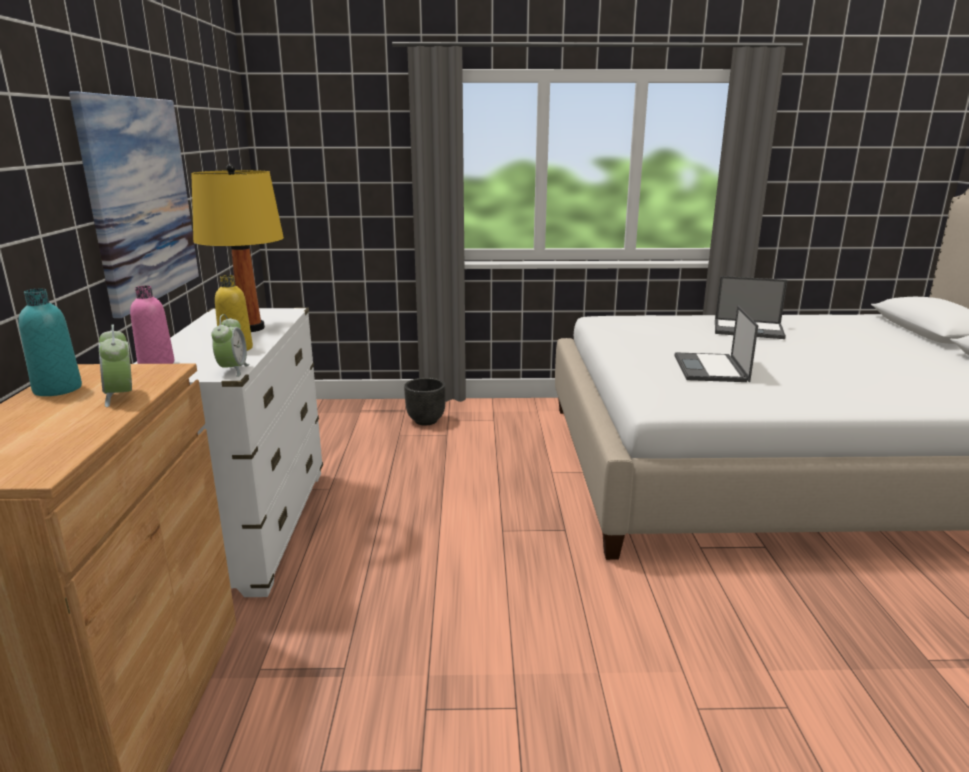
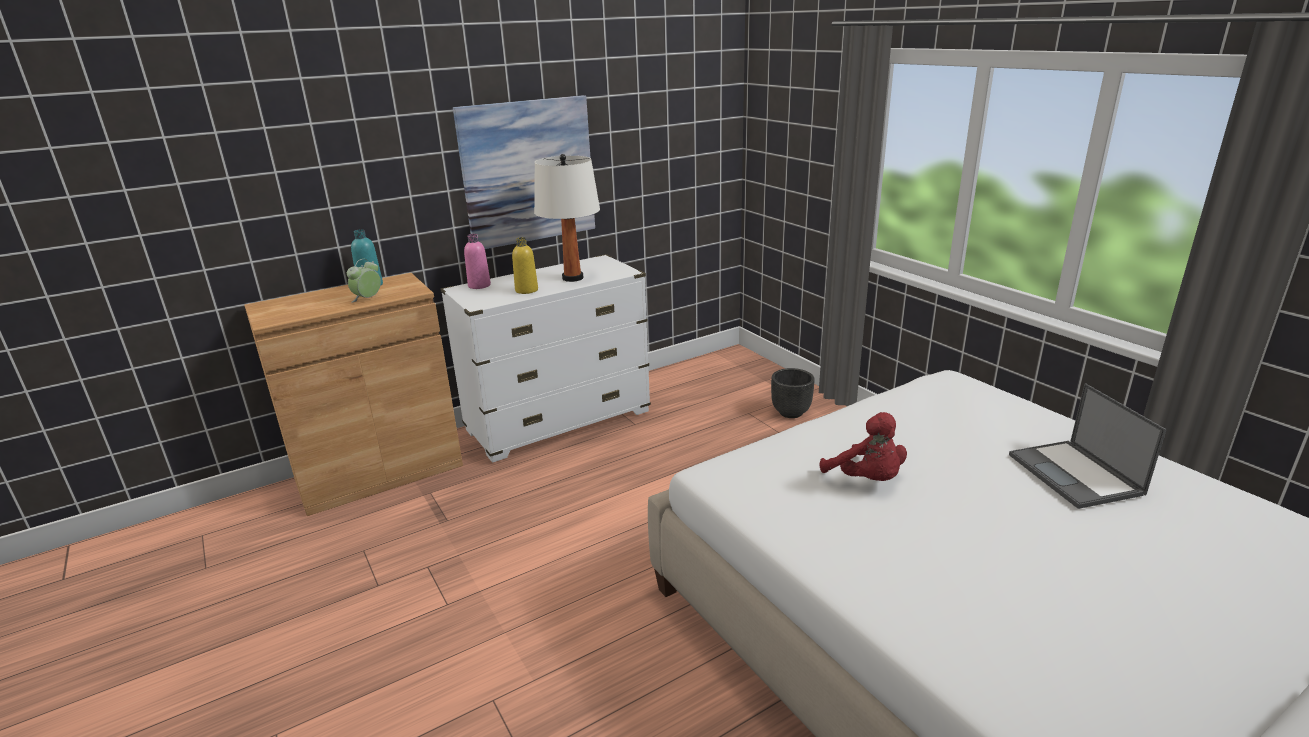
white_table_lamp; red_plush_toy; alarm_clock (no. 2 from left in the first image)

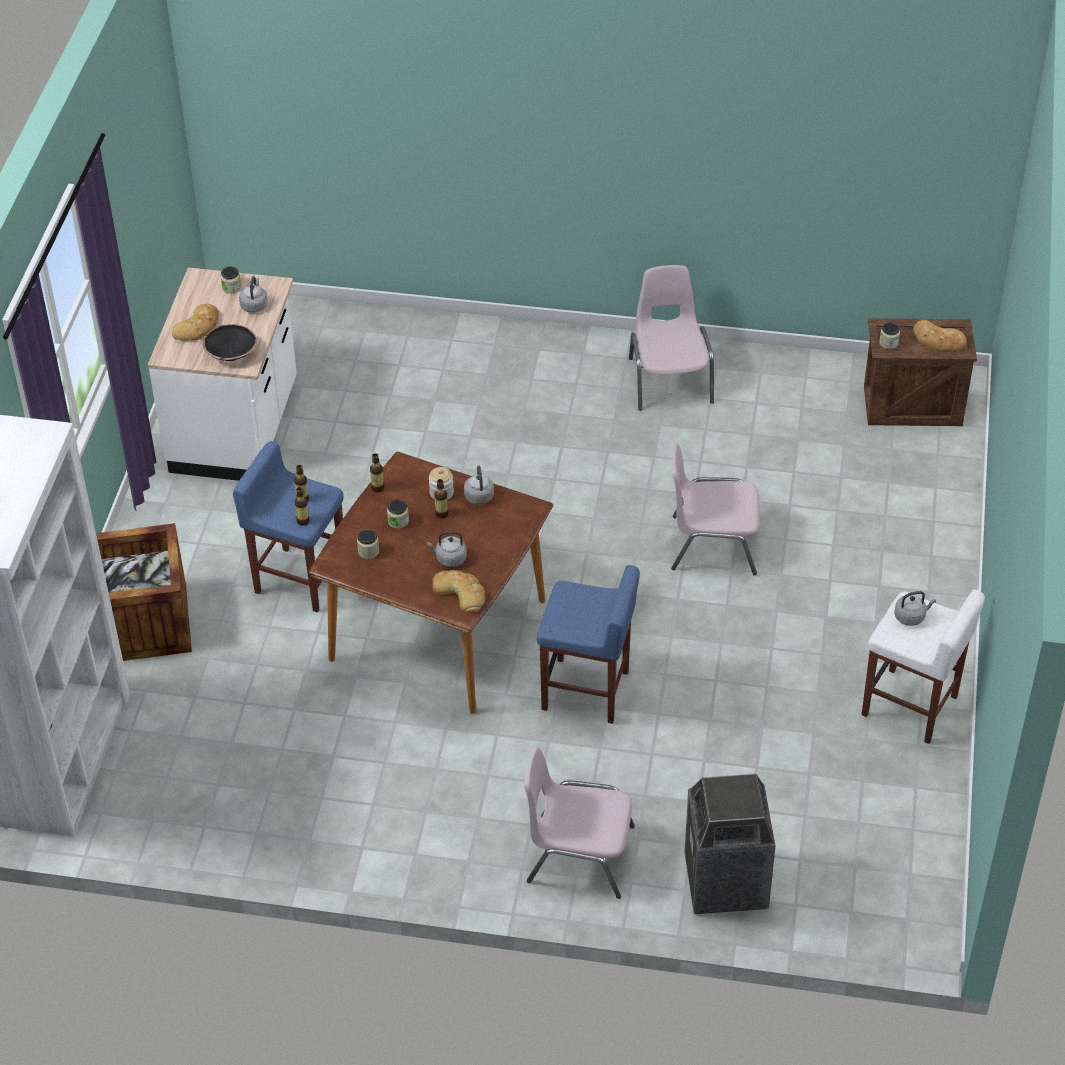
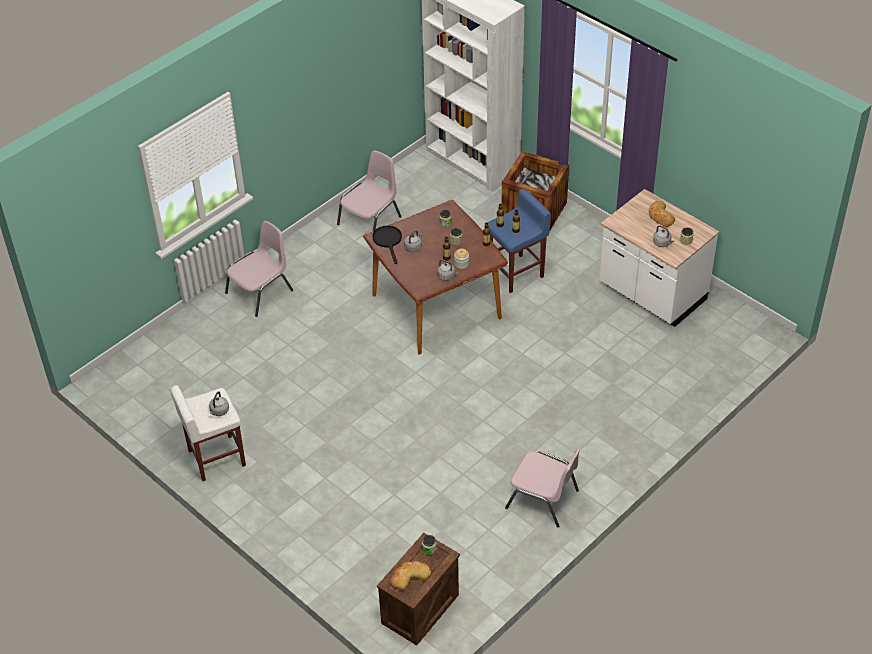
black_bowl; pink_chair (no. 2 from left); blue_stool (no. 2 from left in the first image); black_frying_pan; trash_can

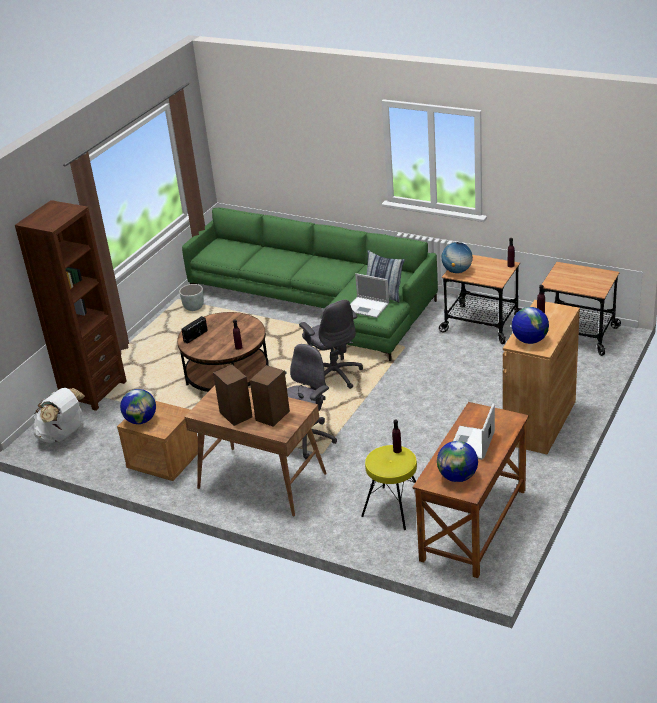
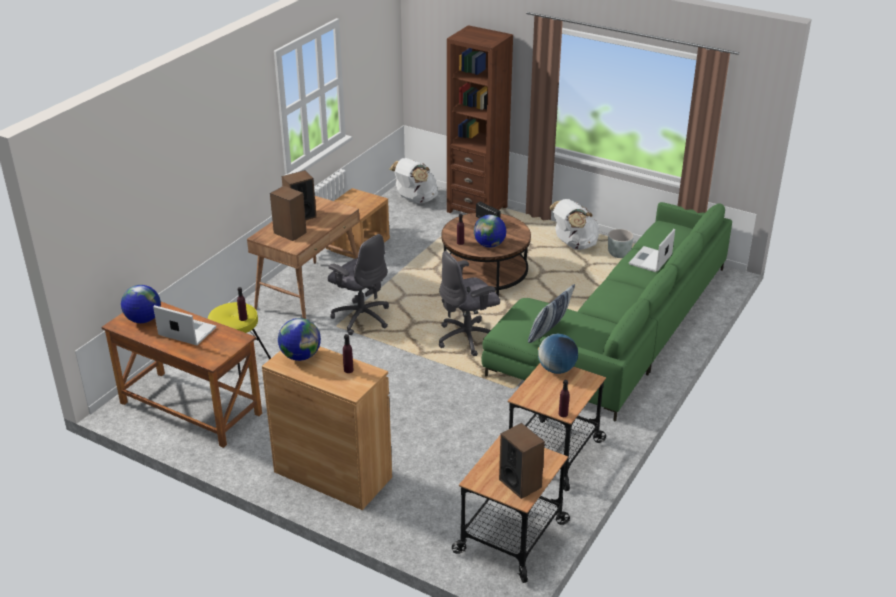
laptop (no. 2 from left); globe (no. 3 from left); white_backpack (no. 2 from left); speaker (no. 3 from left)

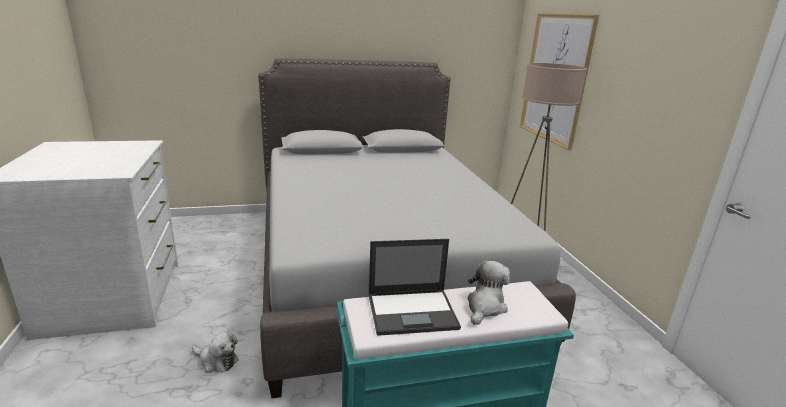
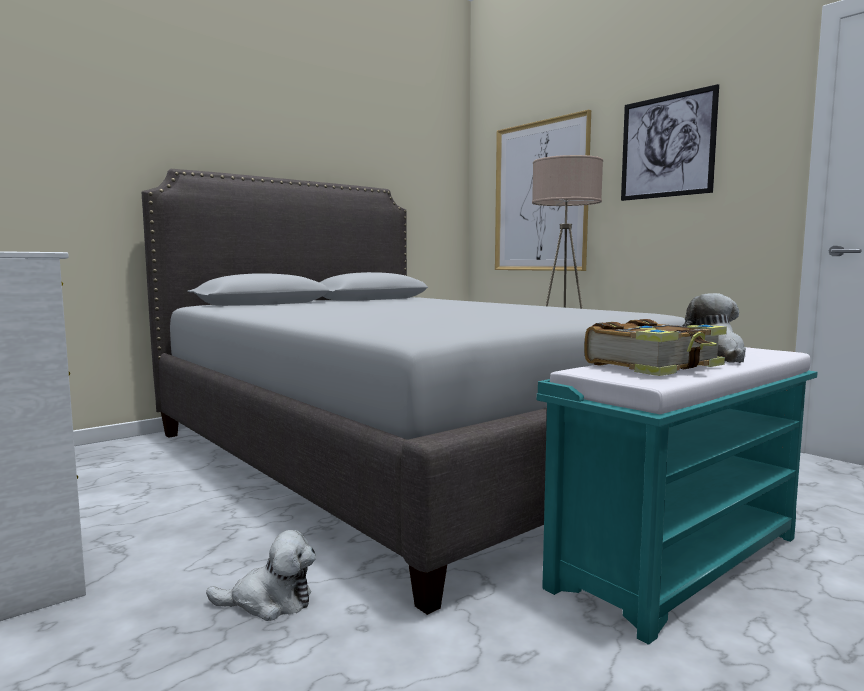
book; picture (no. 2 from left)

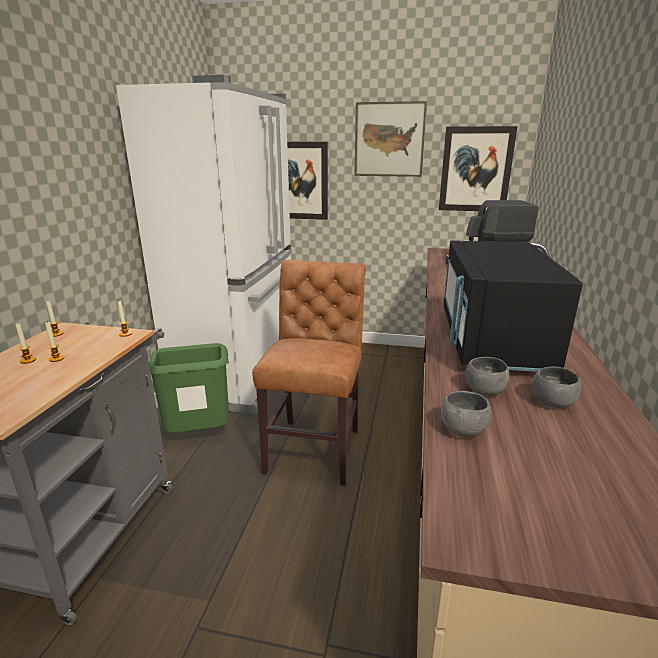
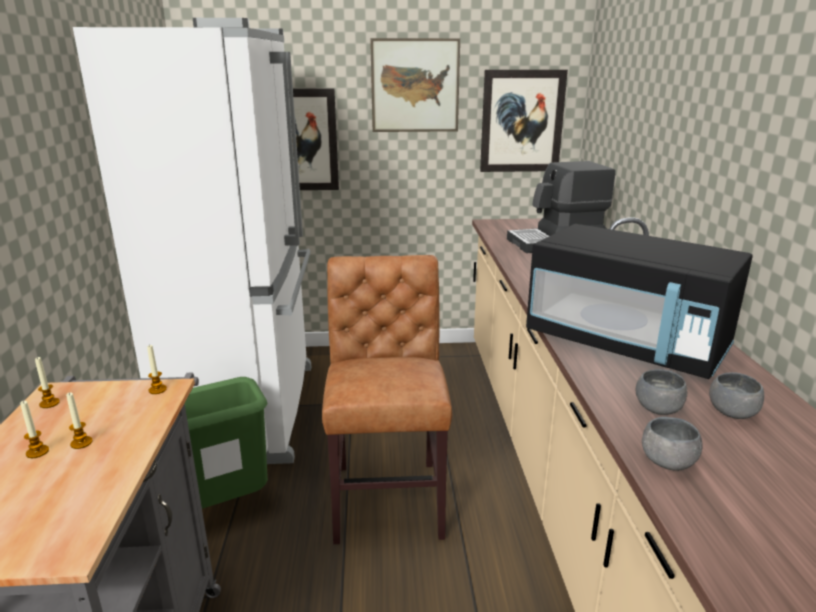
black_microwave

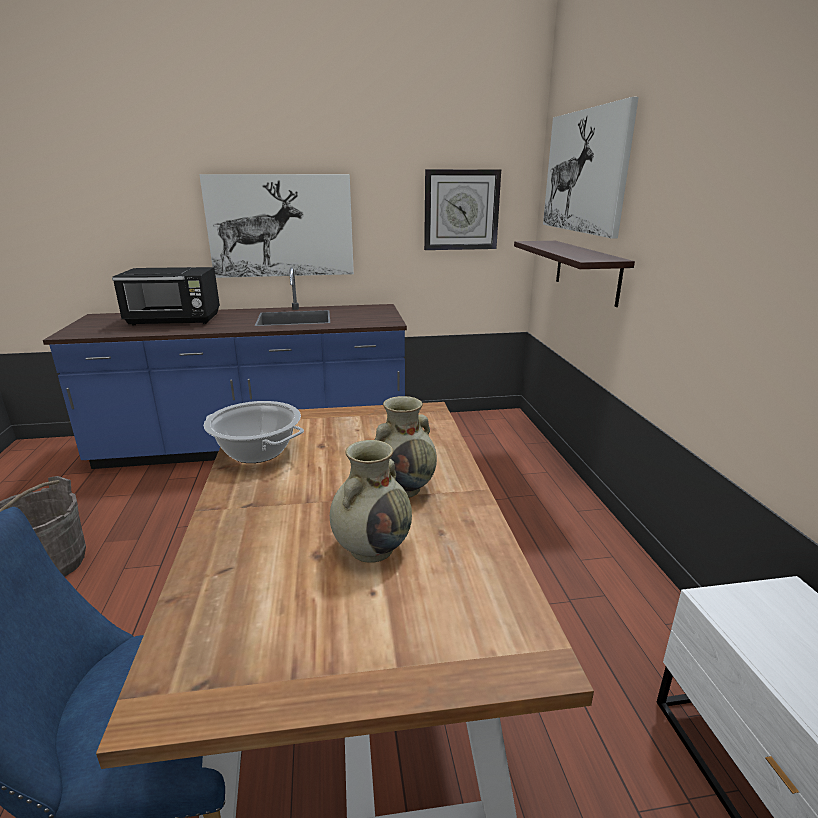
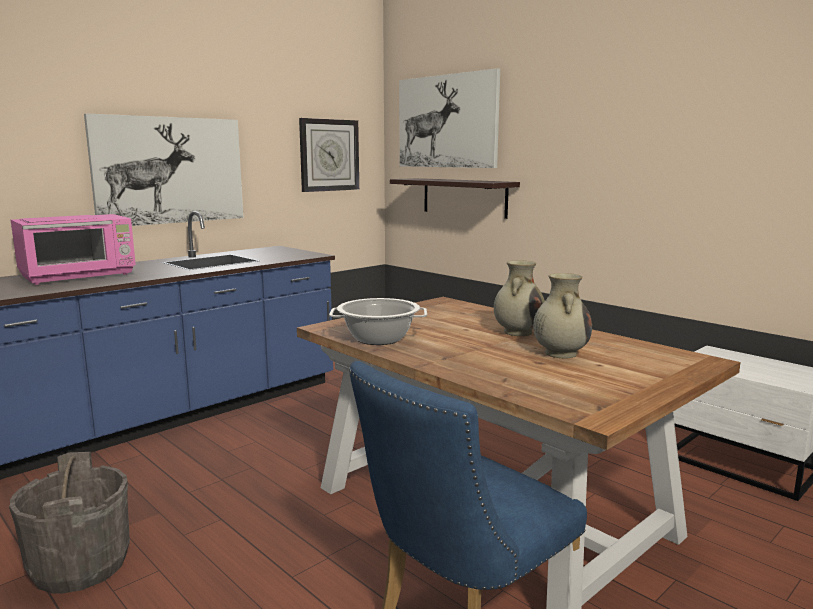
pink_microwave

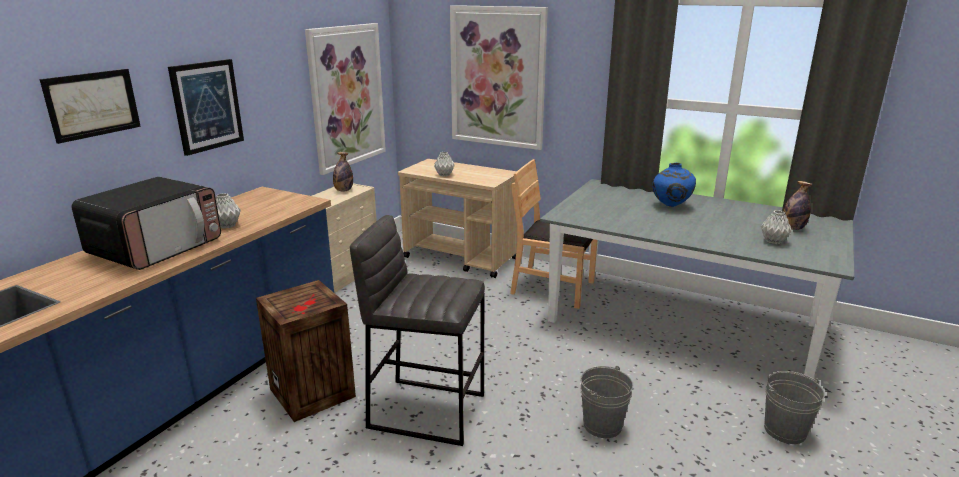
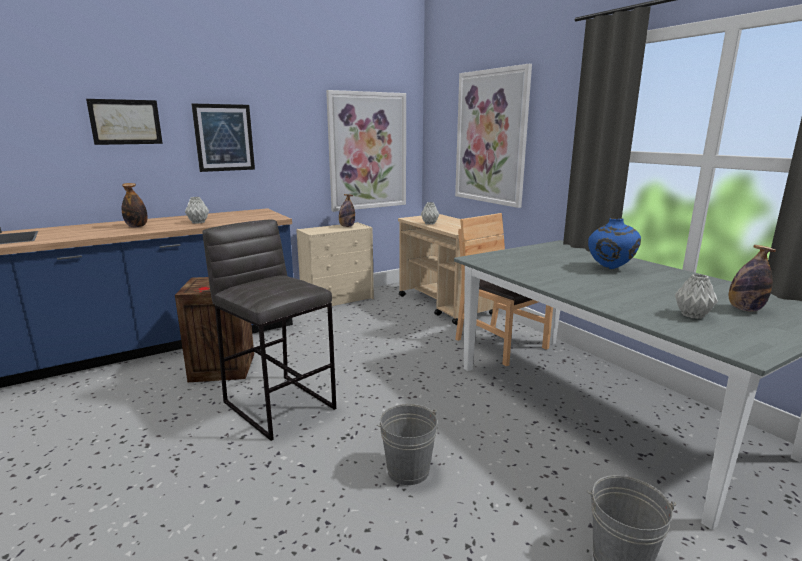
bottle (no. 1 from left)

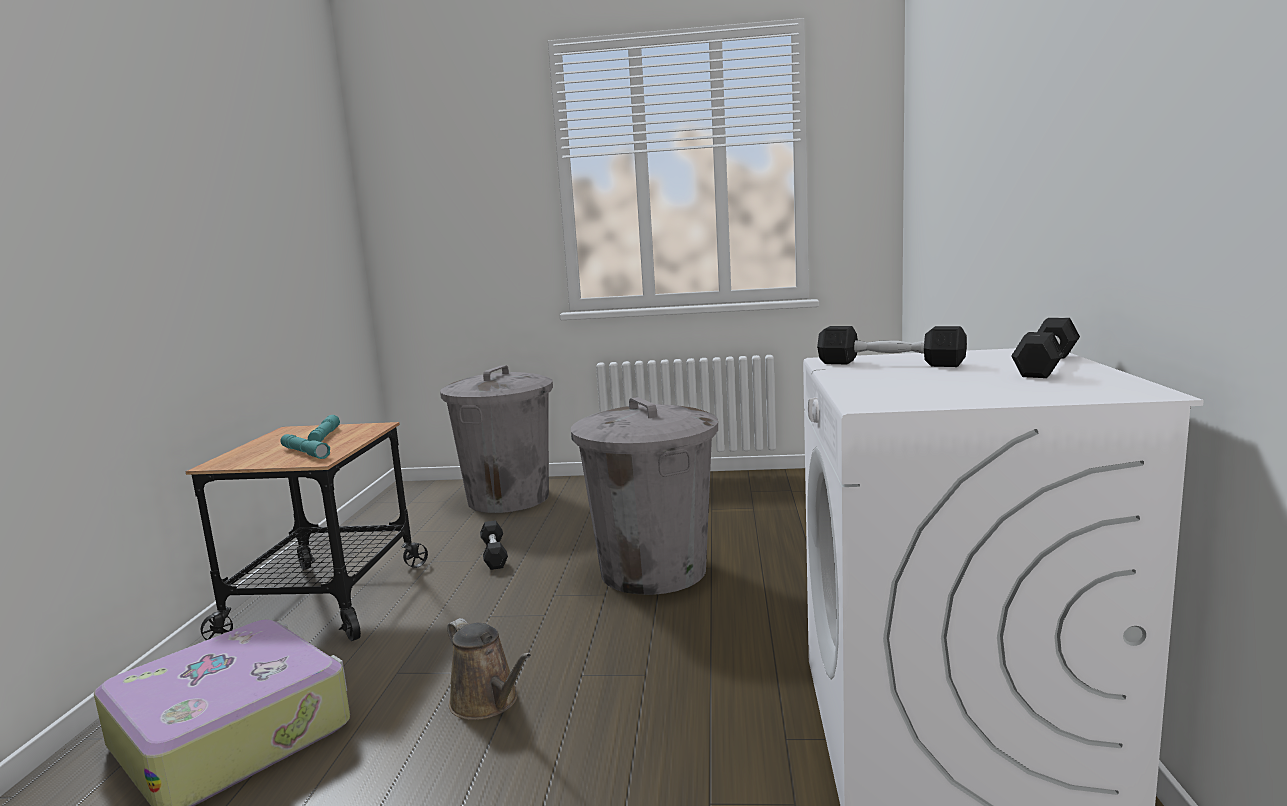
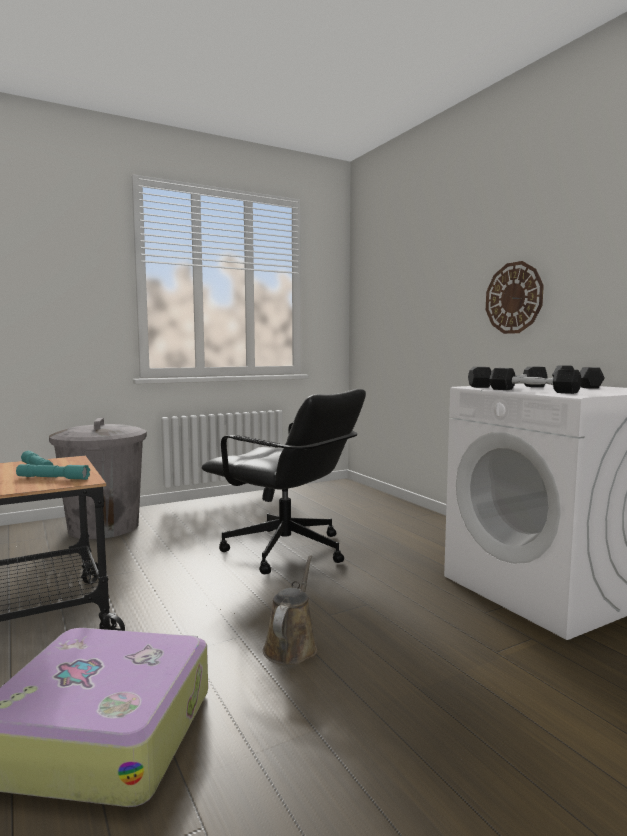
black_office_chair; black_dumbbell (no. 2 from left); brown_watering_can; wall_clock

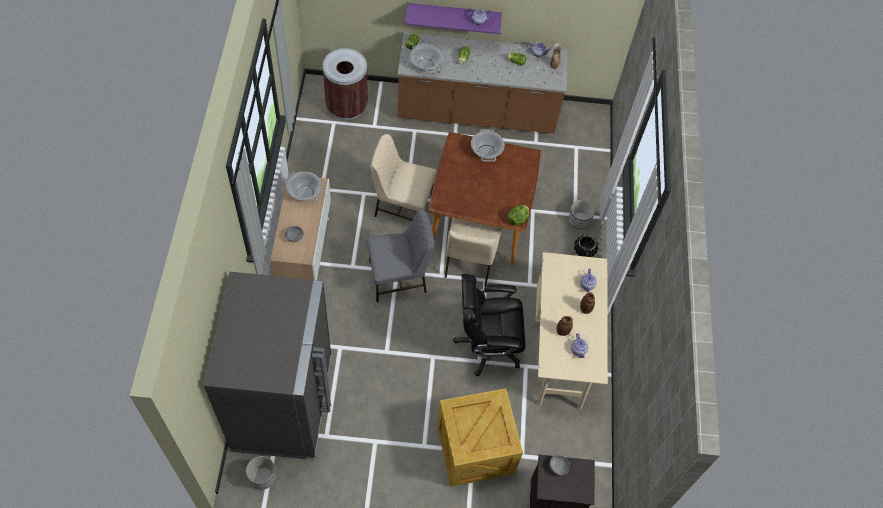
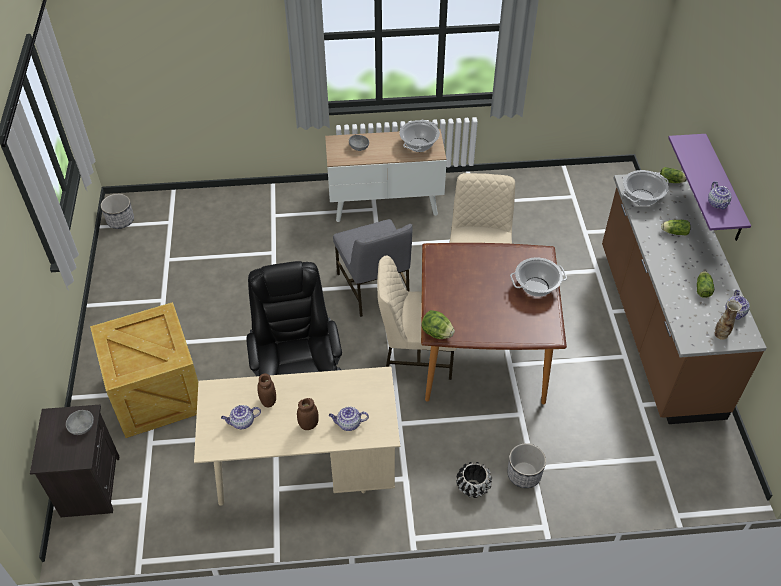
brown_trash_can; grey_fridge

